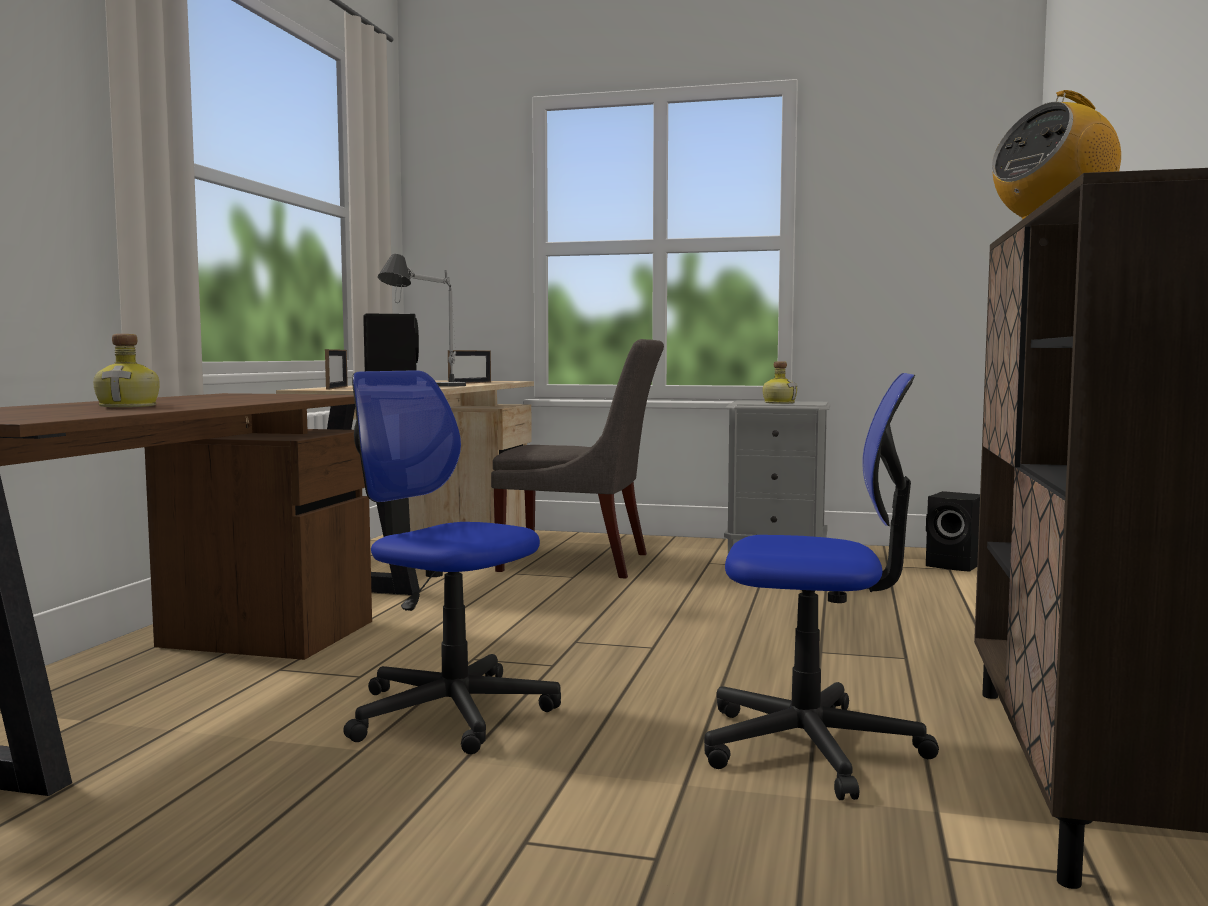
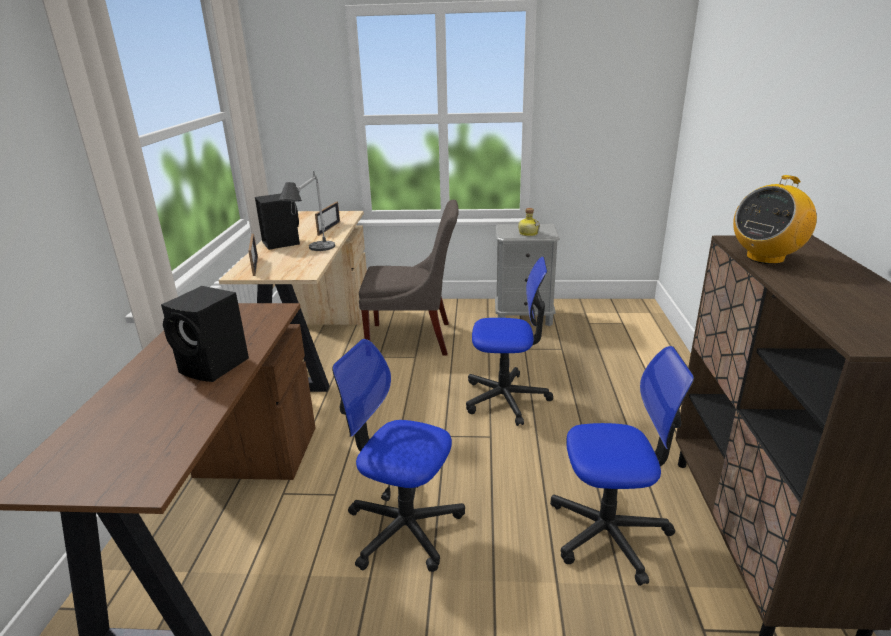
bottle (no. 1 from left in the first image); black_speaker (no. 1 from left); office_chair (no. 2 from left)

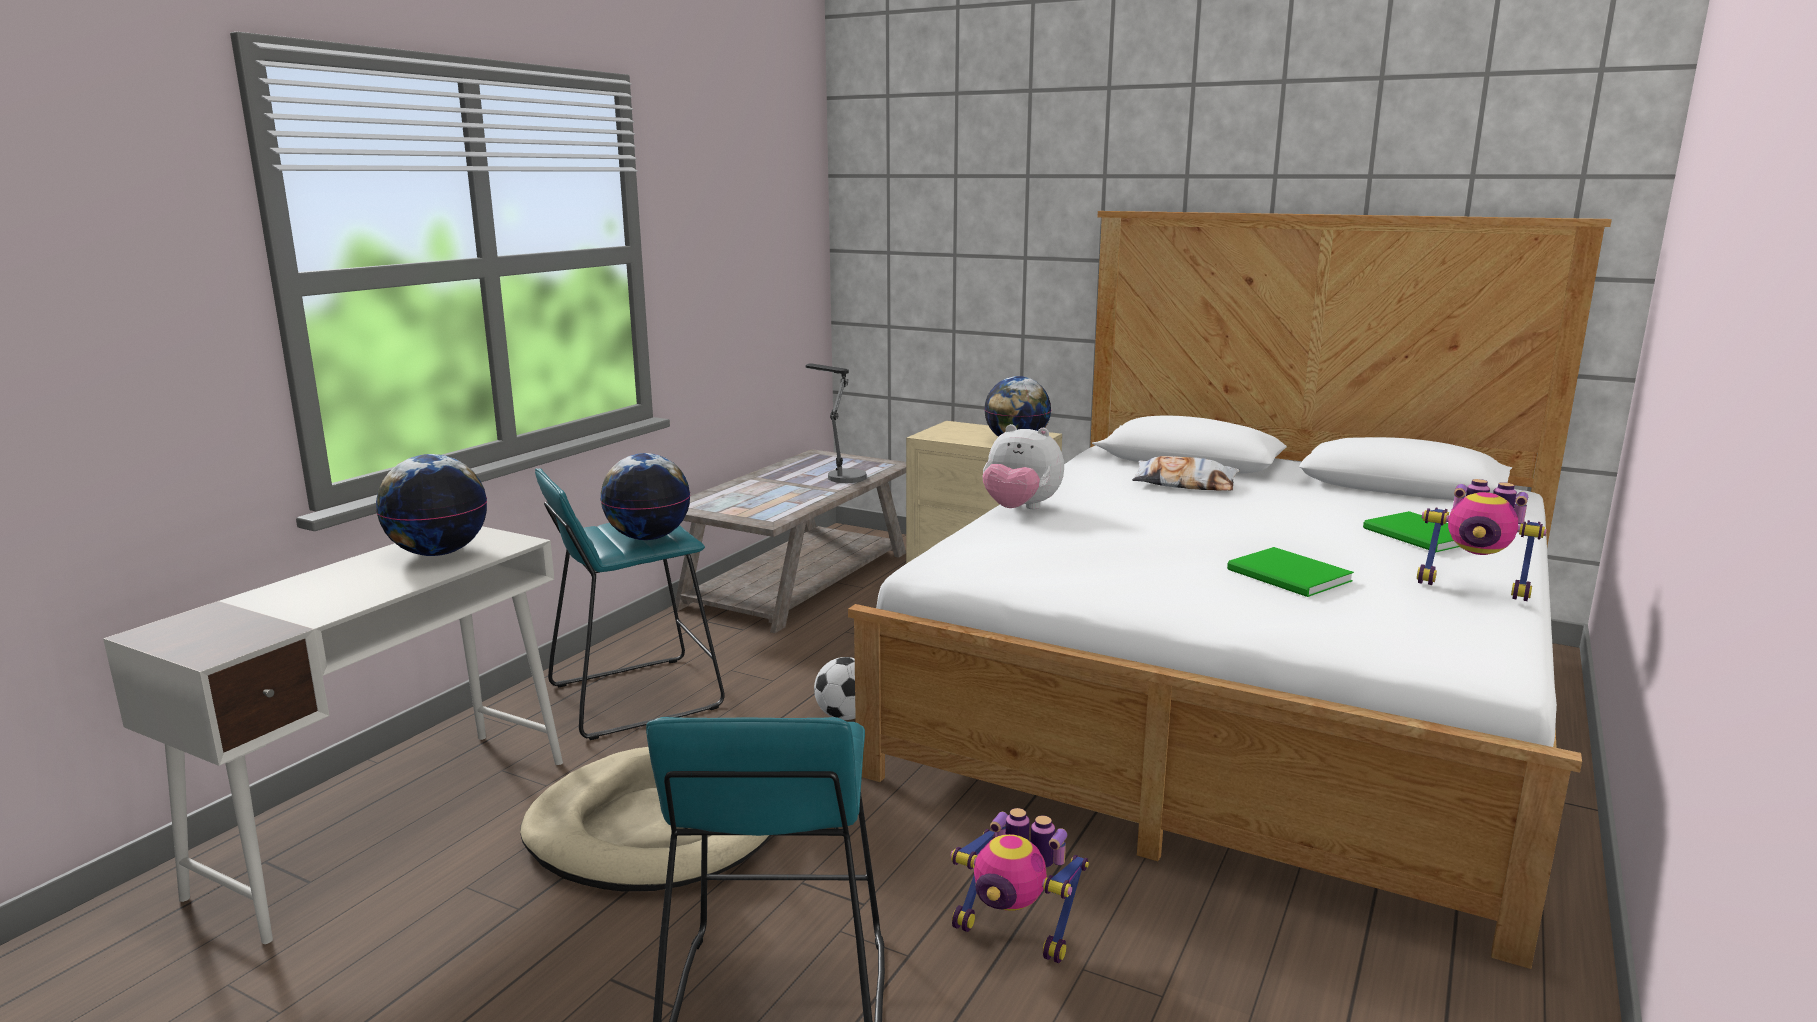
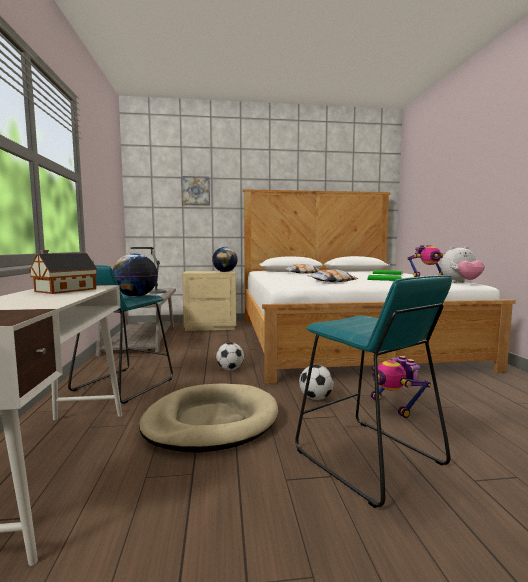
plush_toy; toy_house; toy_robot (no. 1 from left); picture; pillow (no. 2 from left); football (no. 2 from left)

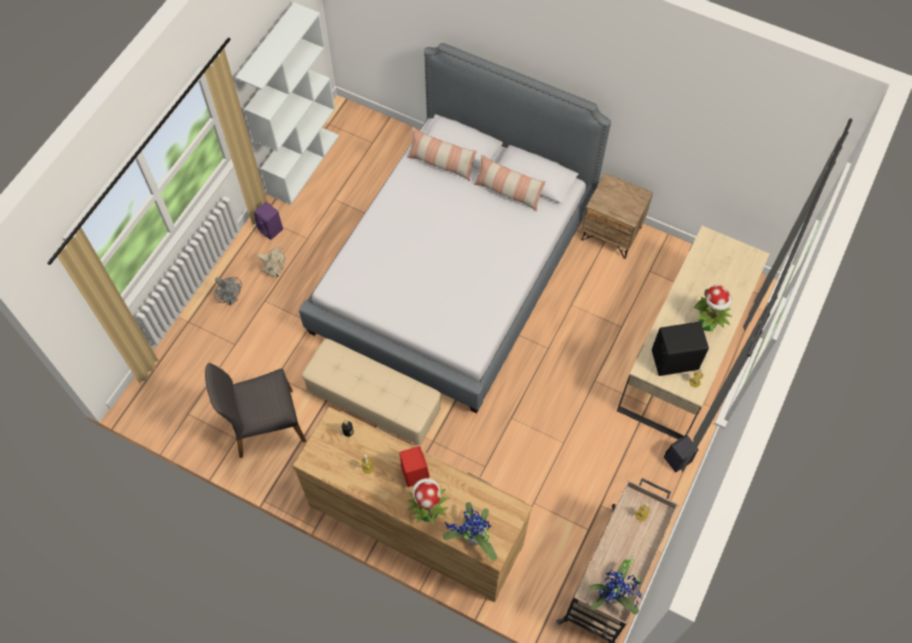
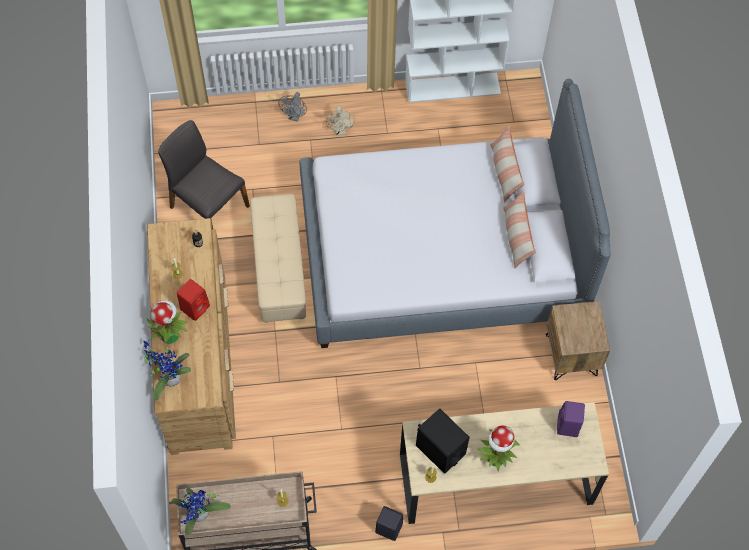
purple_speaker

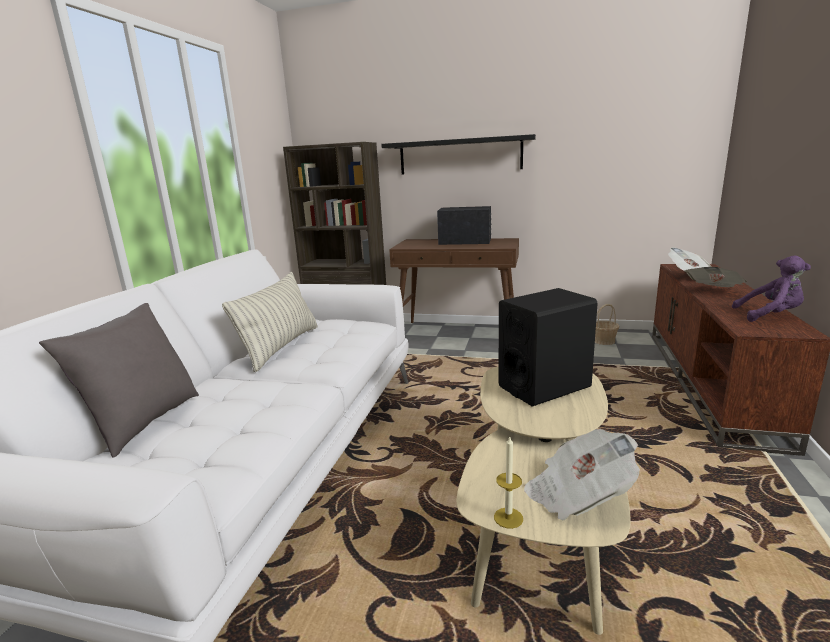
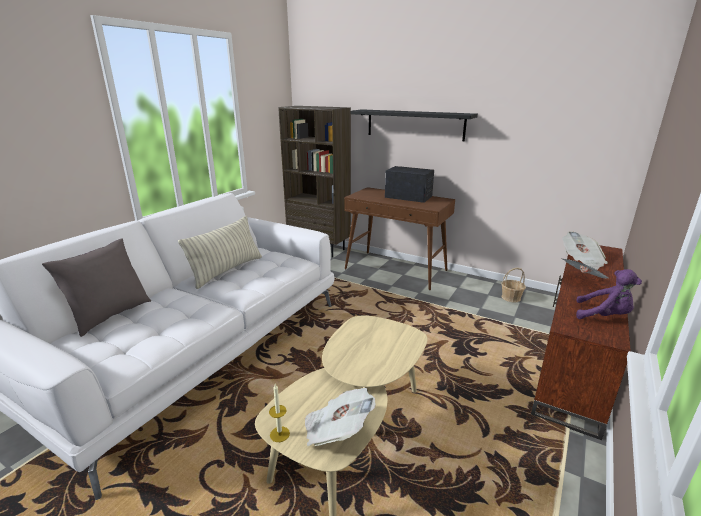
black_speaker

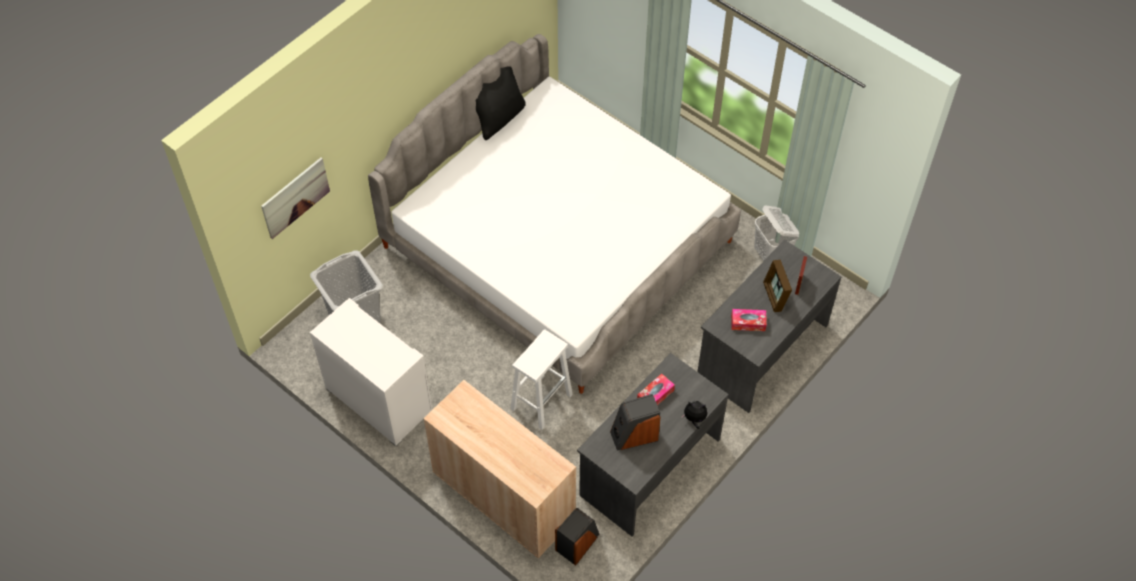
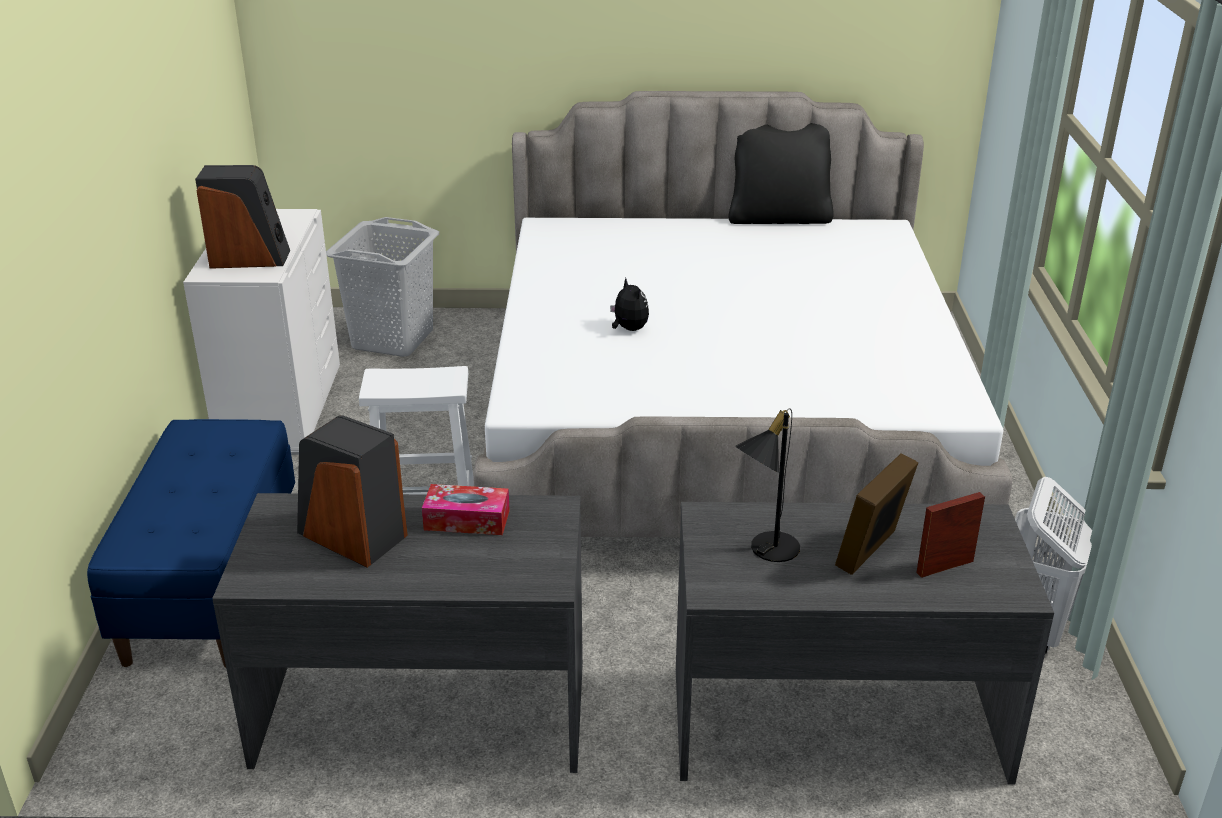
picture; black_table_lamp; blue_bench; plush_toy; speaker (no. 1 from left)

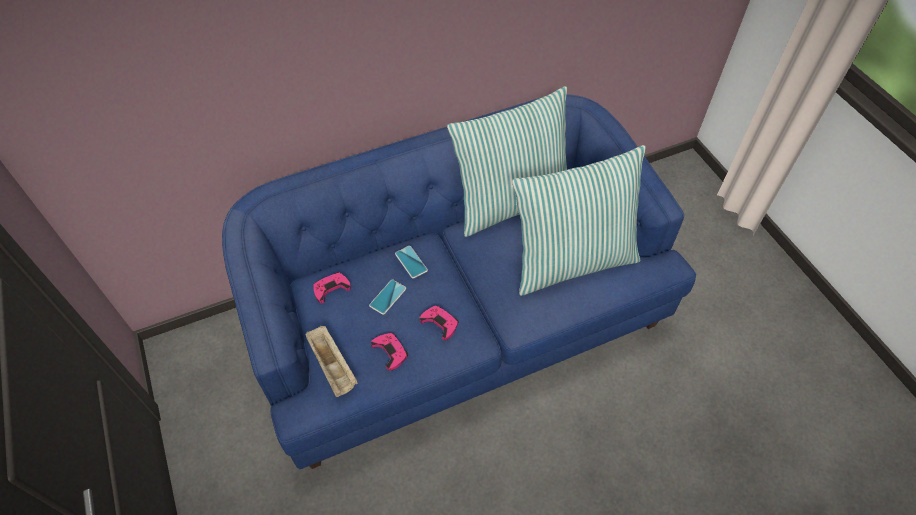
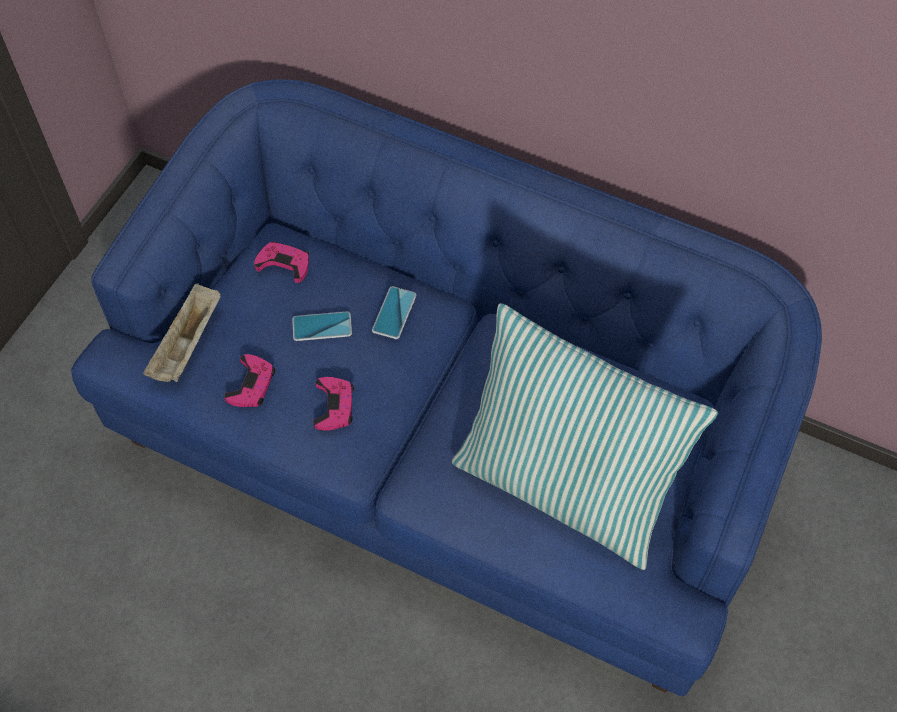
pillow (no. 1 from left in the first image)

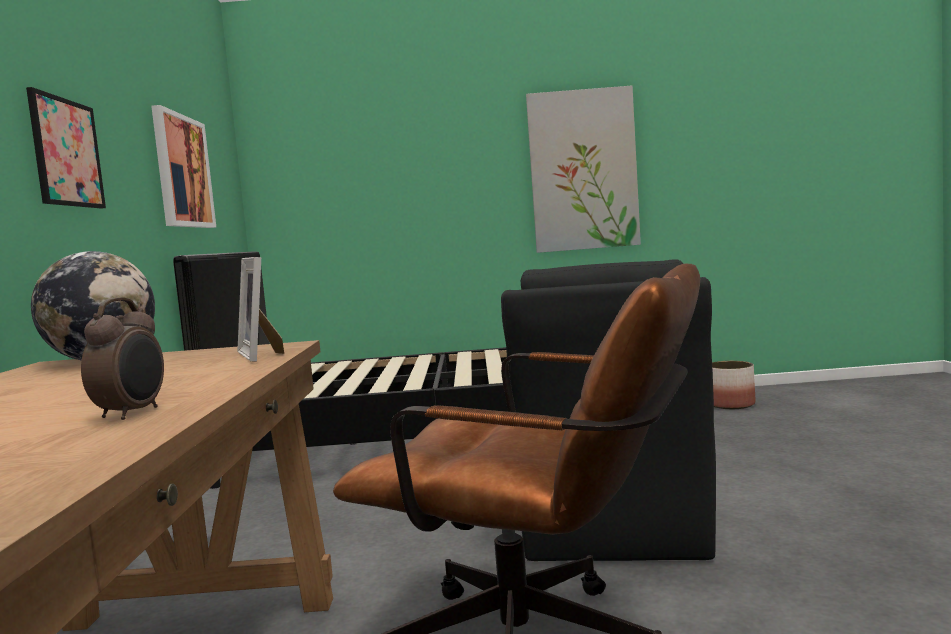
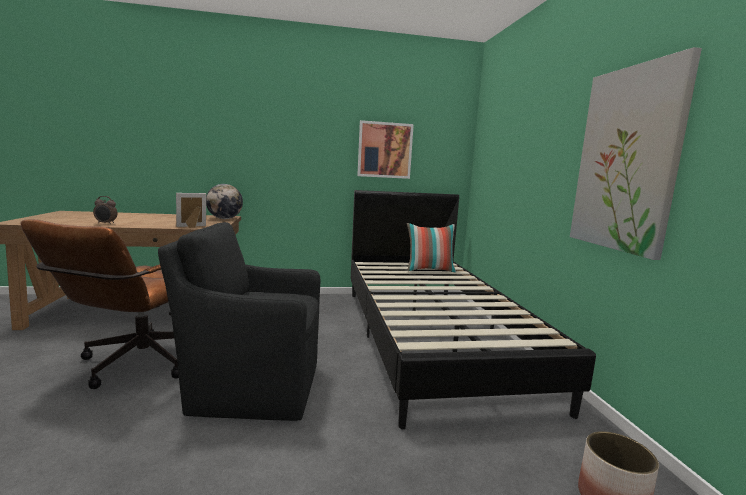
picture (no. 1 from left in the first image); pillow

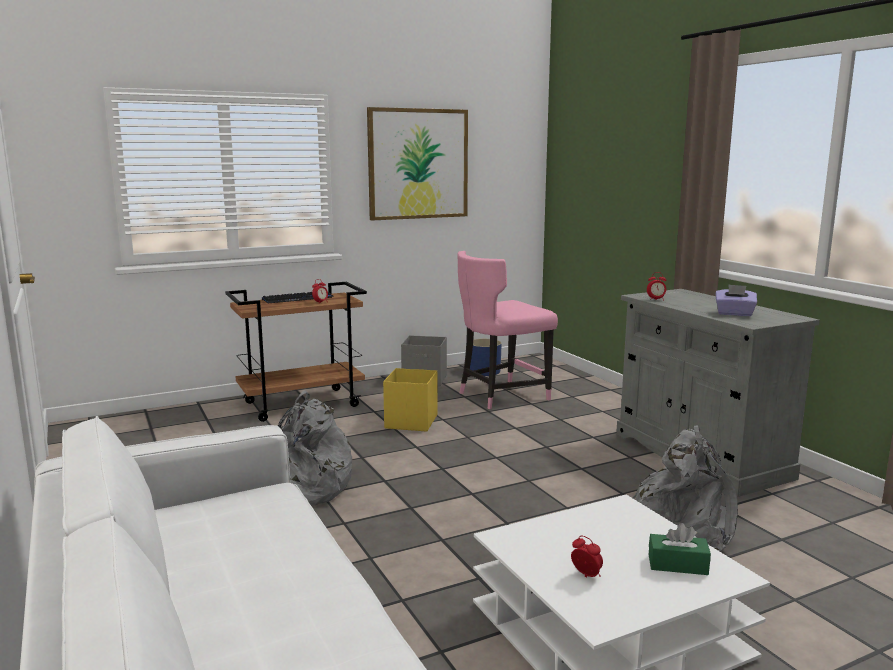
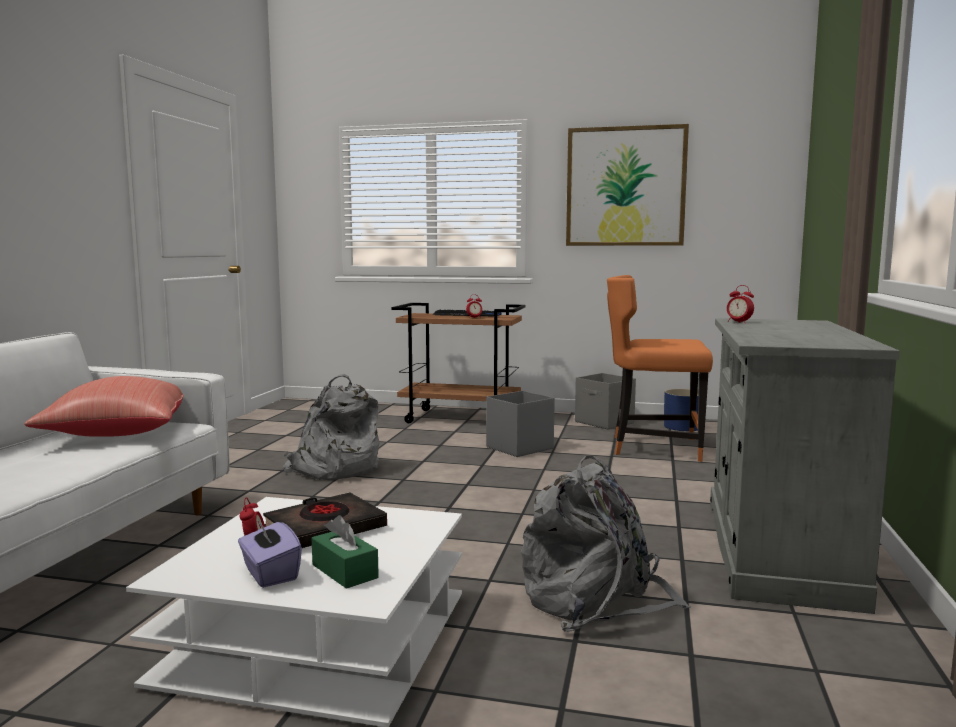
orange_chair; purple_tissue_box; grey_storage_box (no. 1 from left); red_pillow; black_book

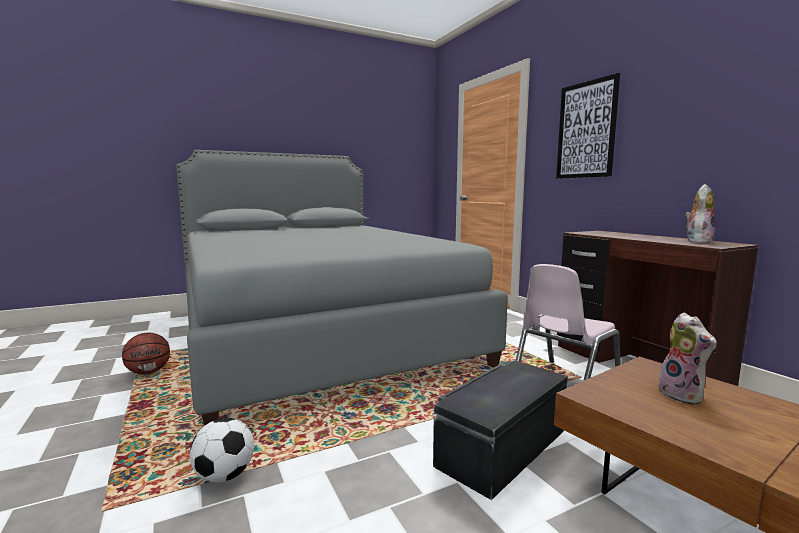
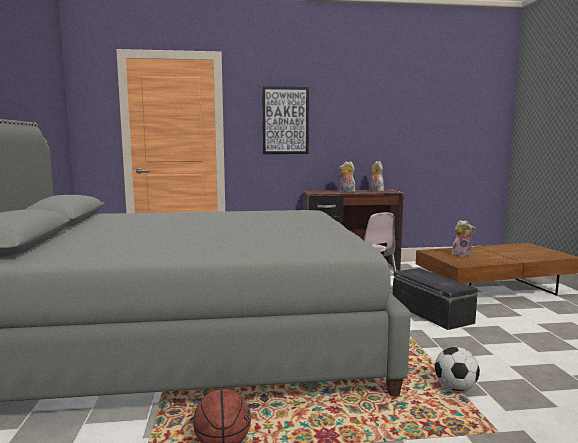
plush_toy (no. 1 from left)

